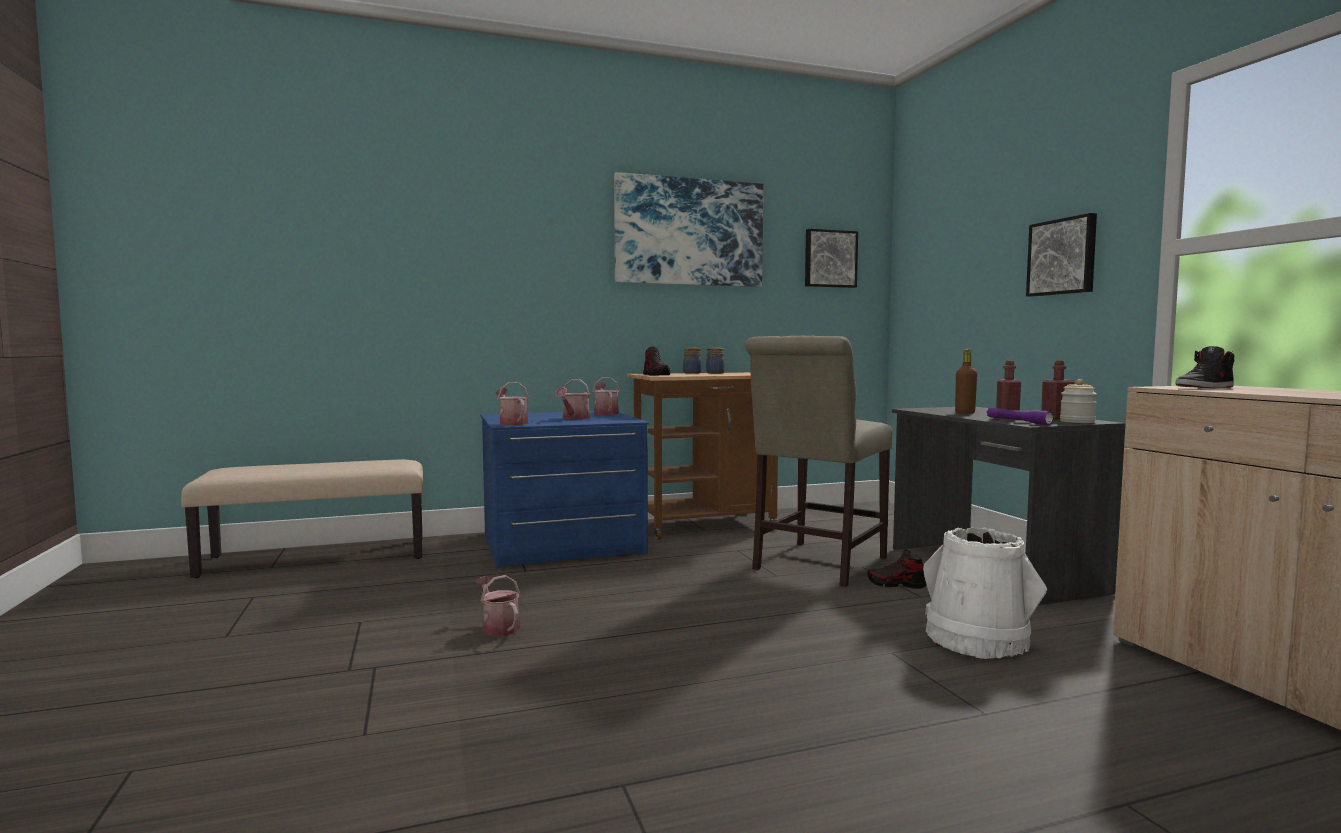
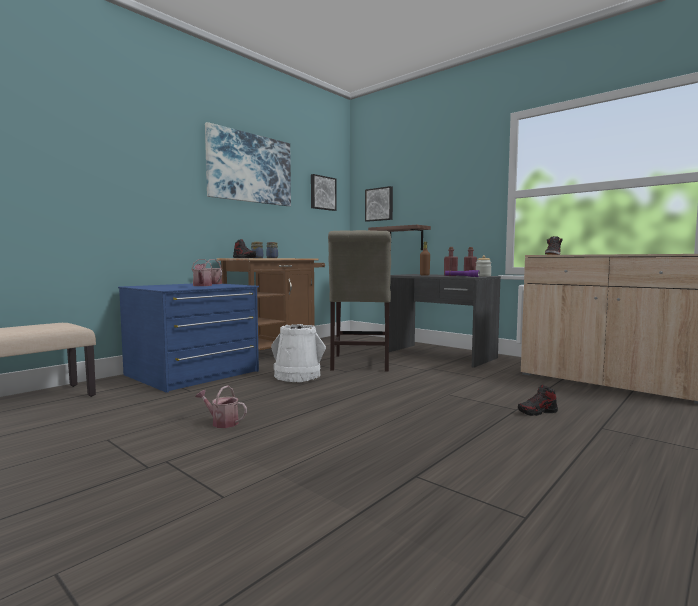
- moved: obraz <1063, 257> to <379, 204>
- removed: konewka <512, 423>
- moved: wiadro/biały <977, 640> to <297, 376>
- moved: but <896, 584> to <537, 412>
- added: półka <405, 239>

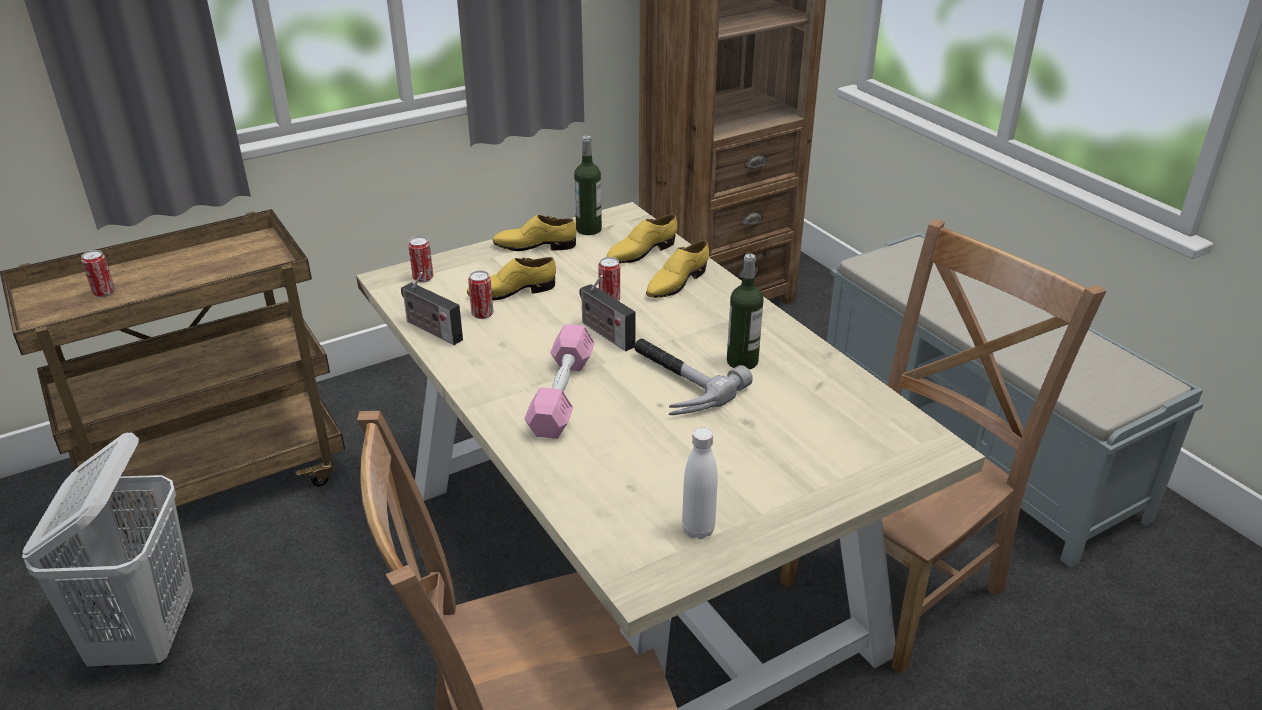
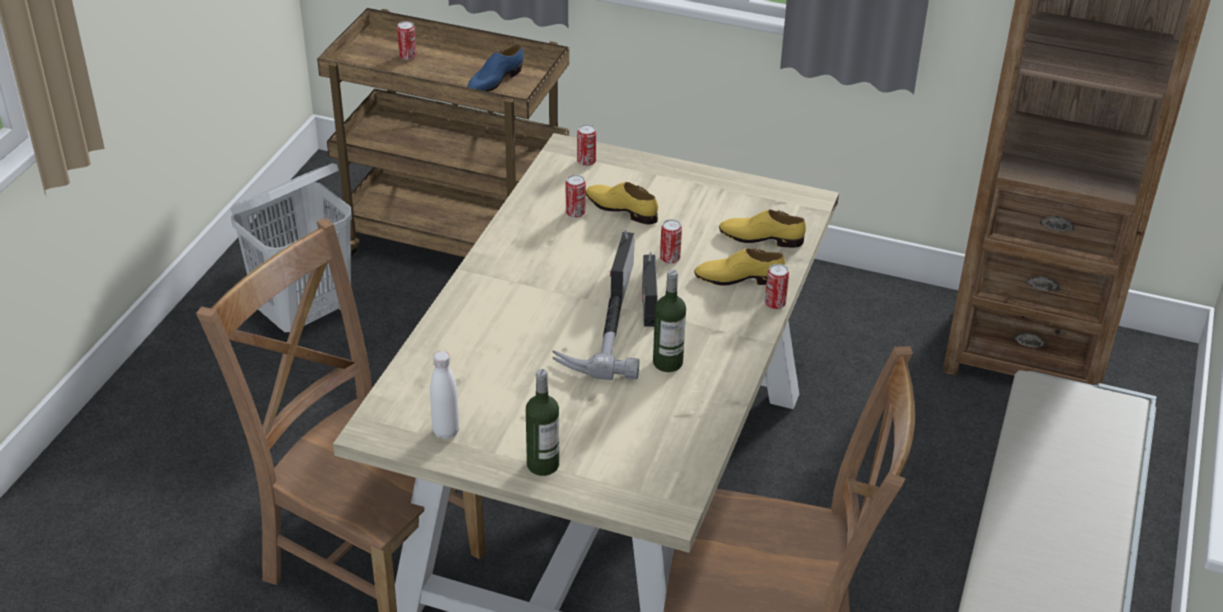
- moved: butelka <588, 229> to <543, 465>
- removed: but/żółty <535, 246>
- moved: radio <431, 330> to <647, 303>
- removed: hantel/różowy <561, 395>
- added: but/niebieski <494, 81>
- added: puszka <775, 304>

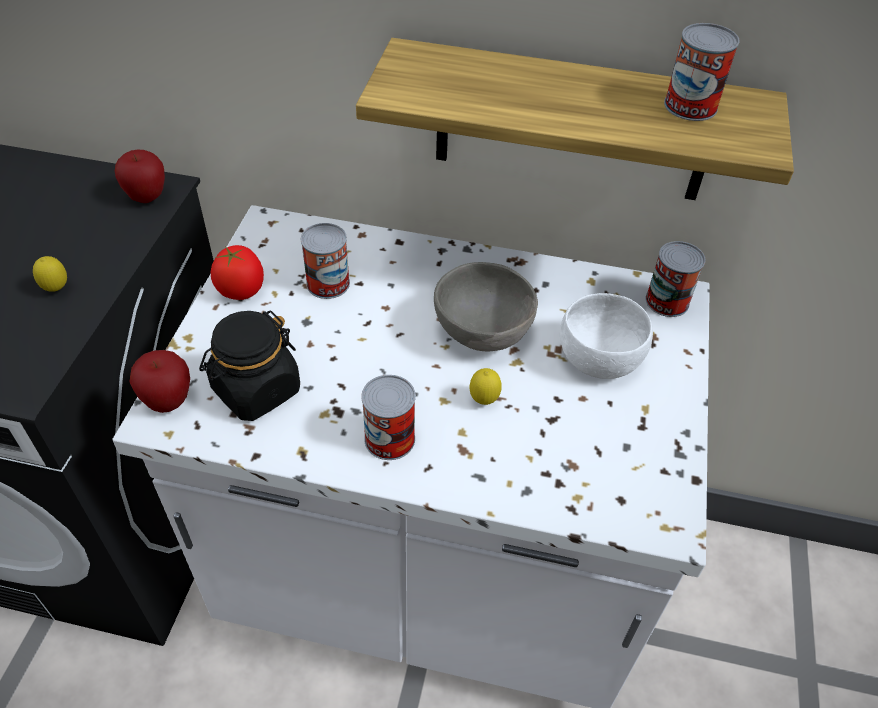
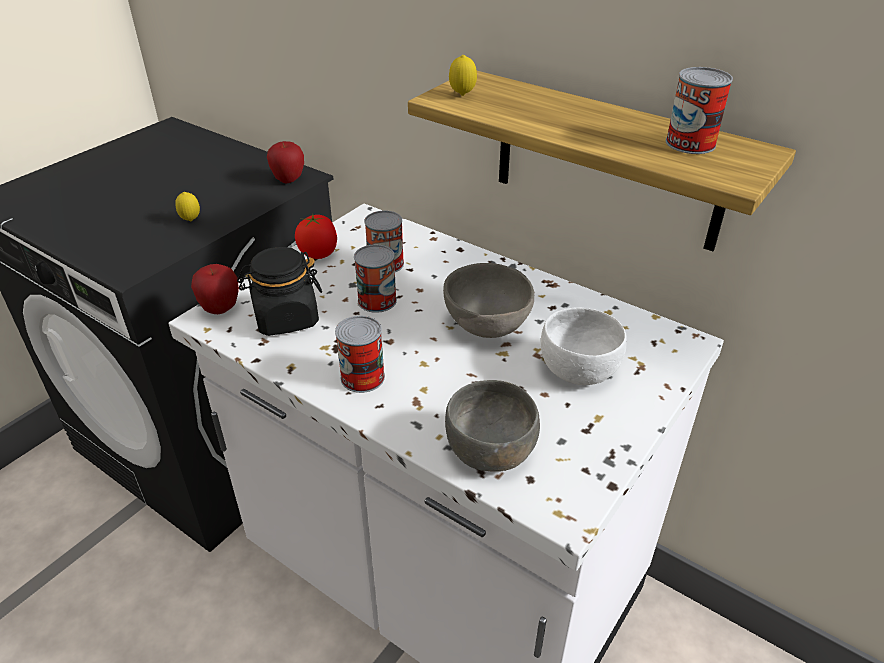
- moved: puszka <667, 301> to <377, 300>
- moved: cytryna <484, 401> to <462, 95>
- added: miska/szary <490, 451>

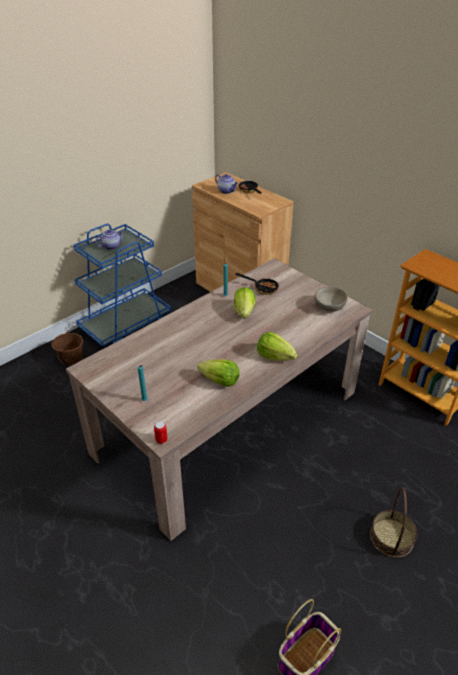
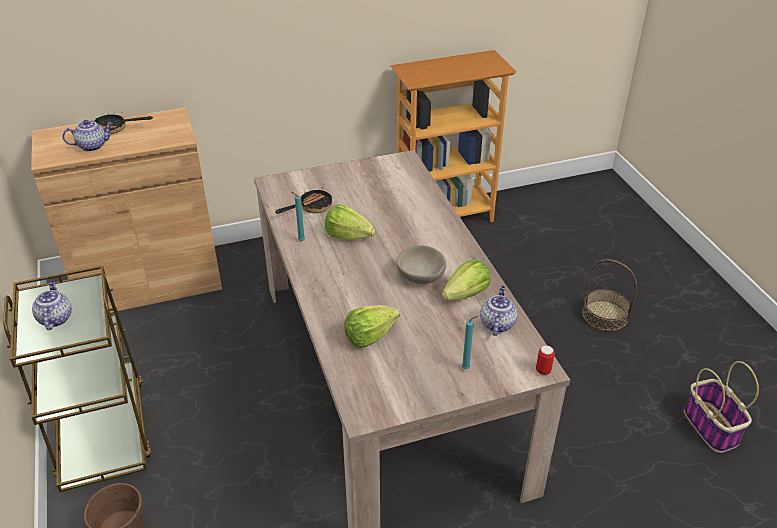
- recoloured: wózek/niebieski <126, 325> to wózek/brązowy <103, 431>
- moved: miska/beżowy <329, 307> to <420, 277>
- moved: sałata <275, 356> to <369, 336>
- added: imbryk <496, 323>

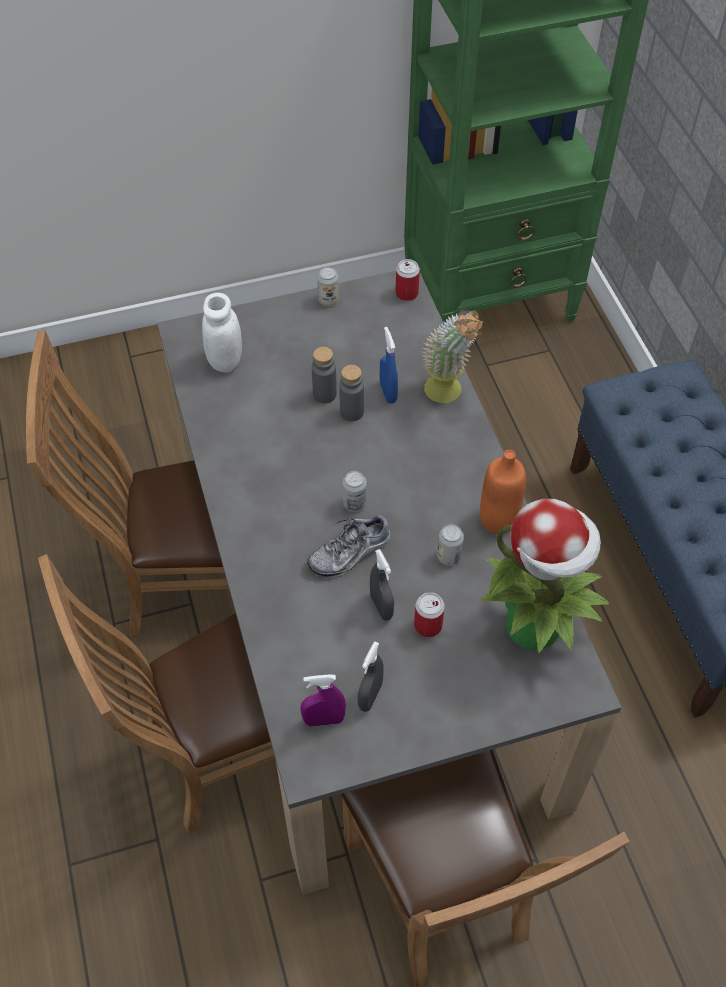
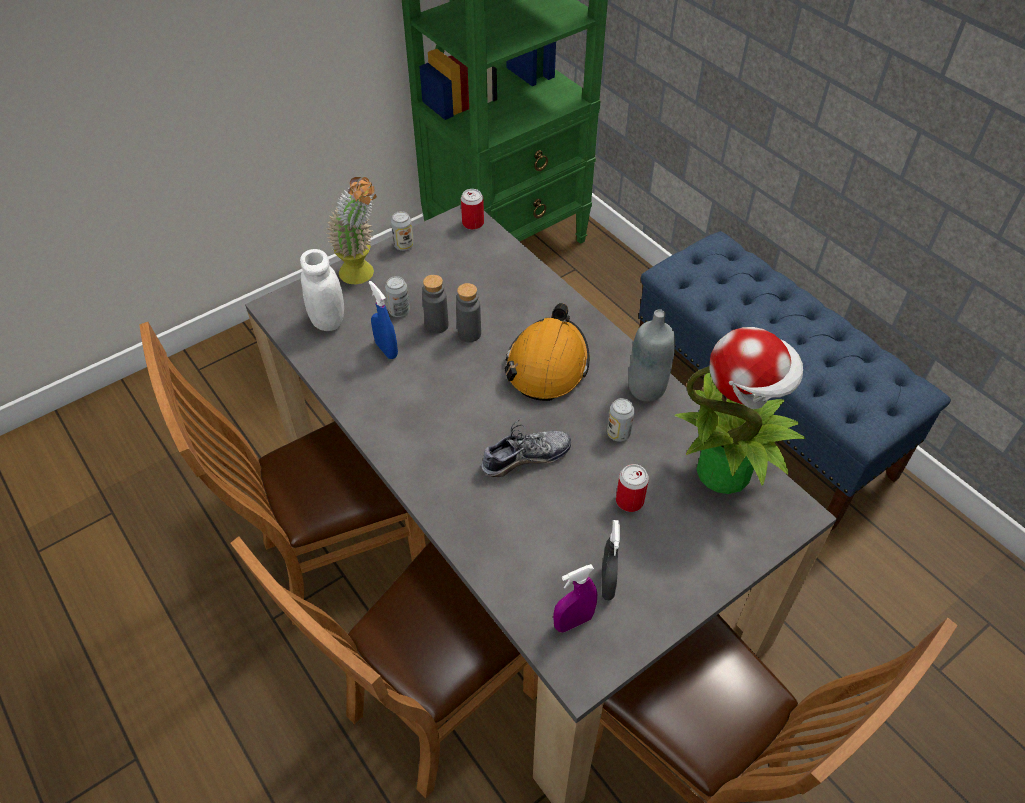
- moved: roślina doniczkowa <448, 395> to <363, 276>
- moved: spryskiwacz/niebieski <388, 392> to <386, 350>
- recoloured: butelka/pomarańczowy <498, 519> to butelka/szary <646, 388>
- moved: puszka <354, 503> to <399, 311>
- turned: but <350, 553> = <525, 457> 150 degrees counterclockwise
- removed: spryskiwacz/szary <381, 607>
- added: kask/pomarańczowy <547, 364>

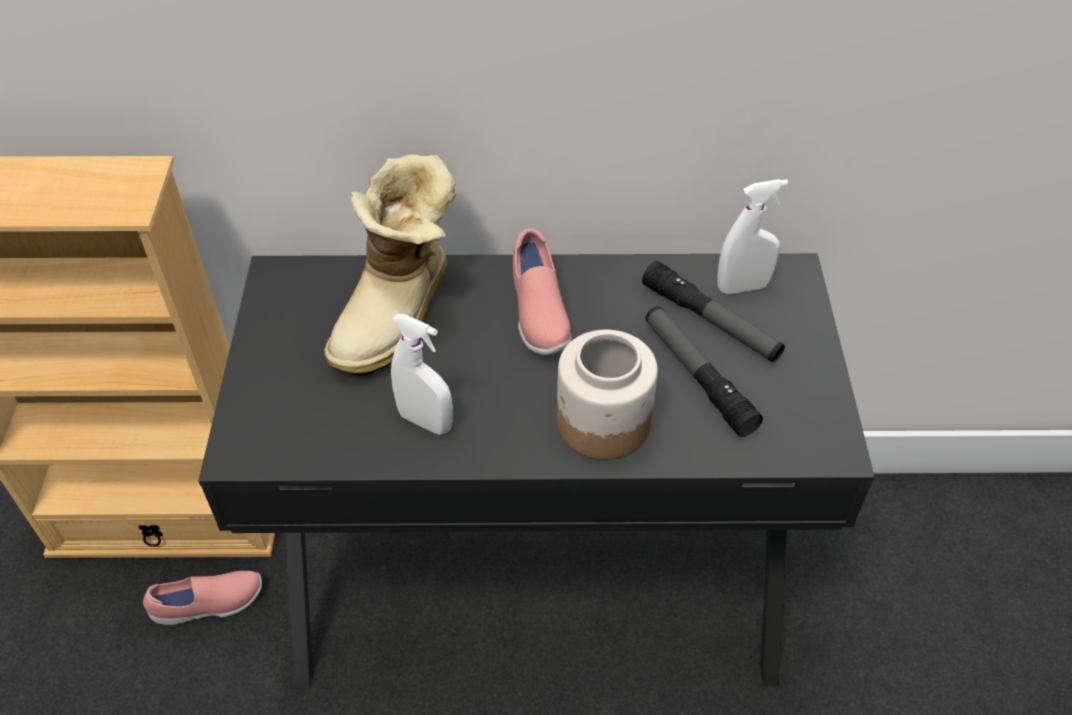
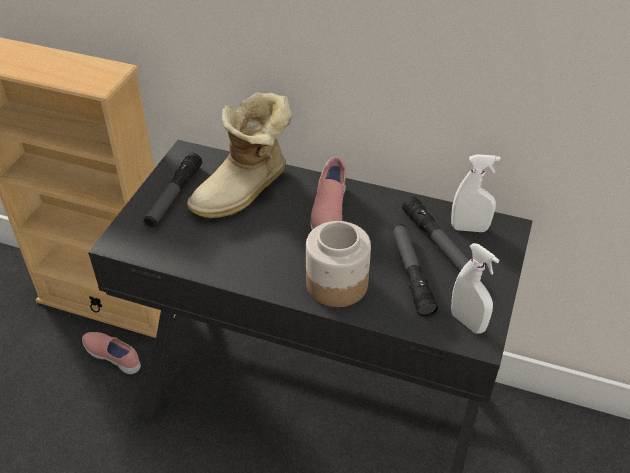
- moved: spryskiwacz/biały <425, 421> to <467, 322>
- turned: but/różowy <209, 605> = <113, 356> 150 degrees counterclockwise
- added: latarka <173, 196>

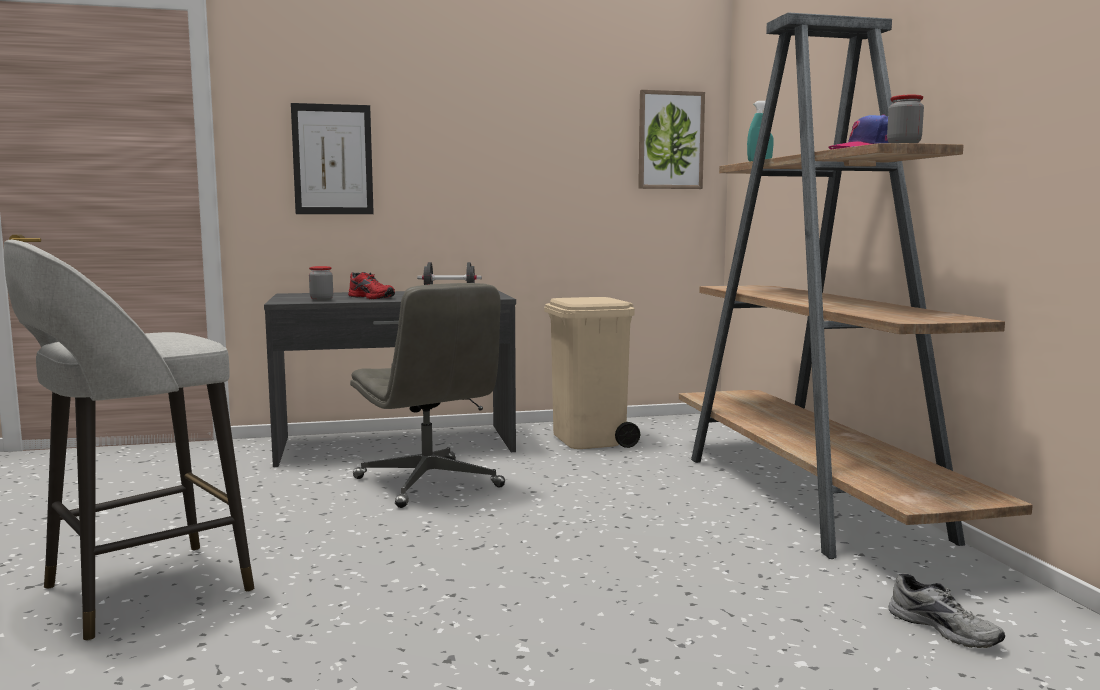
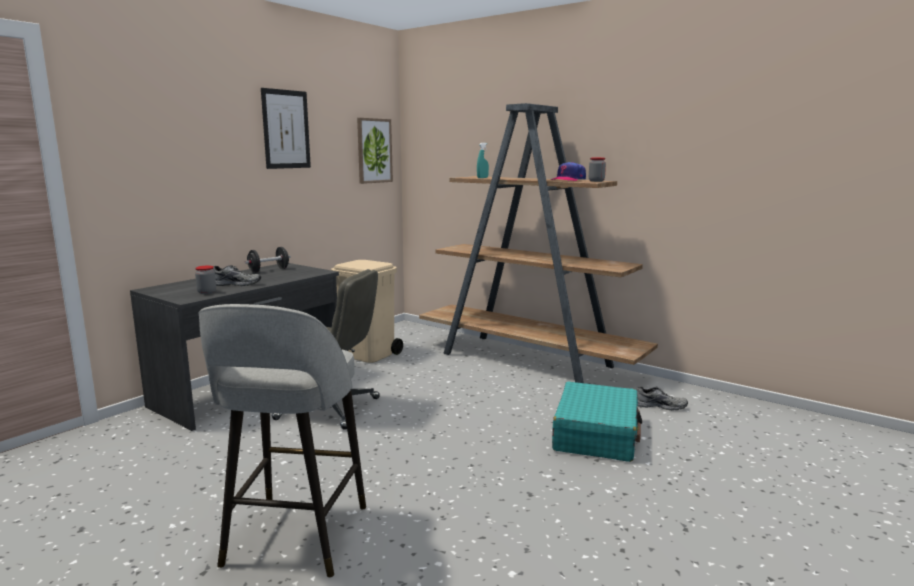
- moved: obraz <333, 159> to <286, 129>
- recoloured: but/czerwony <373, 297> to but/szary <236, 284>
- added: walizka/turkusowy <596, 435>

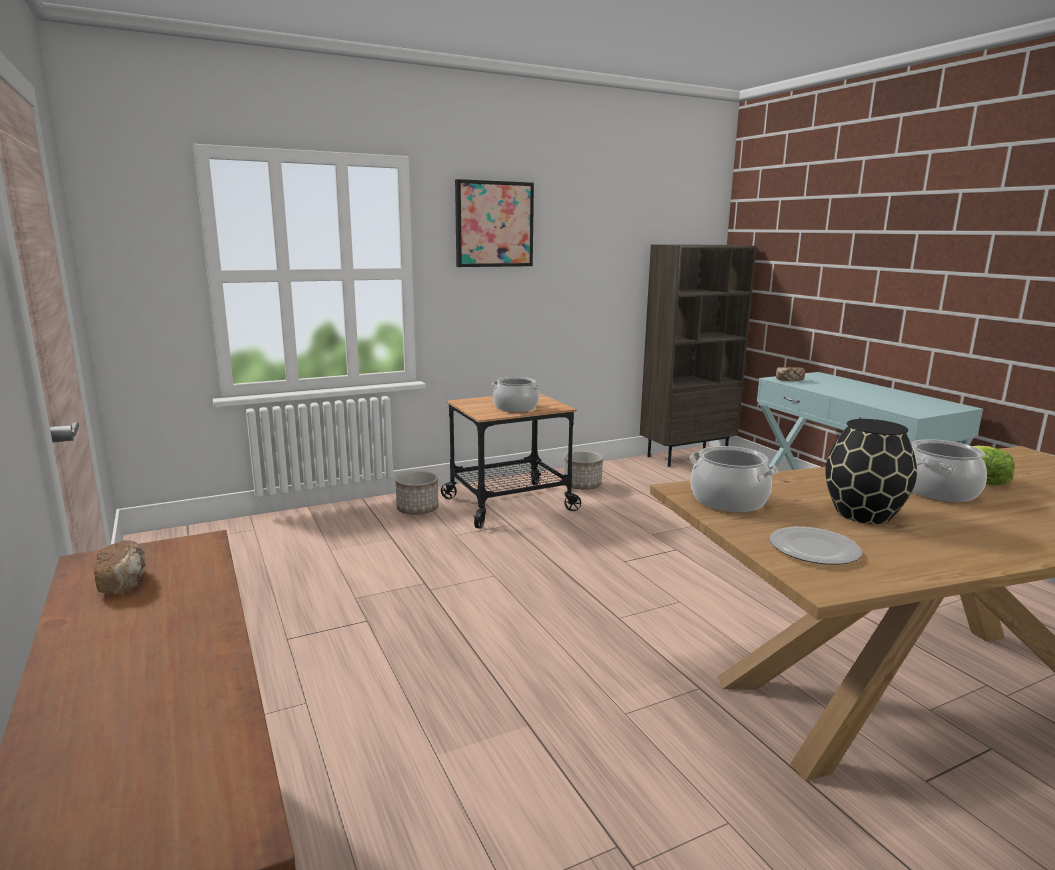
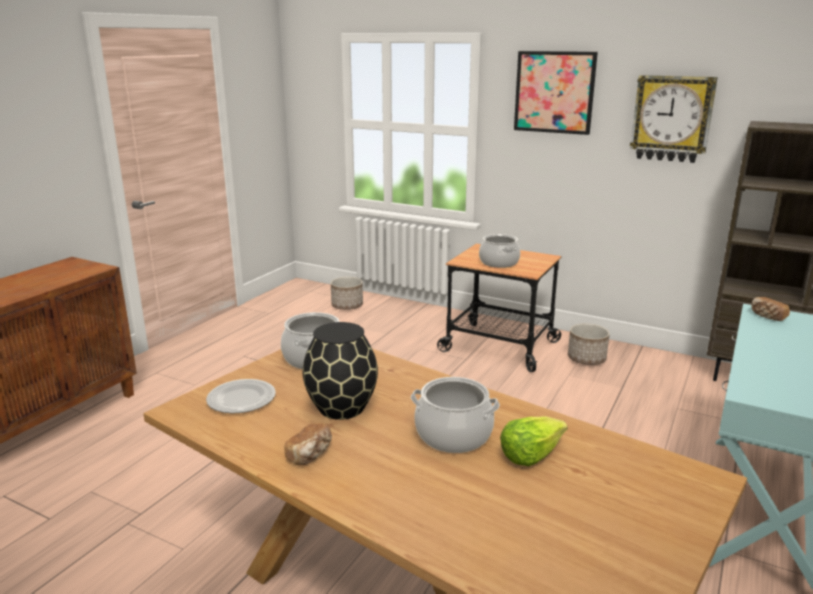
- moved: donica <418, 509> to <347, 306>
- moved: chleb <124, 582> to <310, 454>
- added: zegar ścienny <671, 118>

